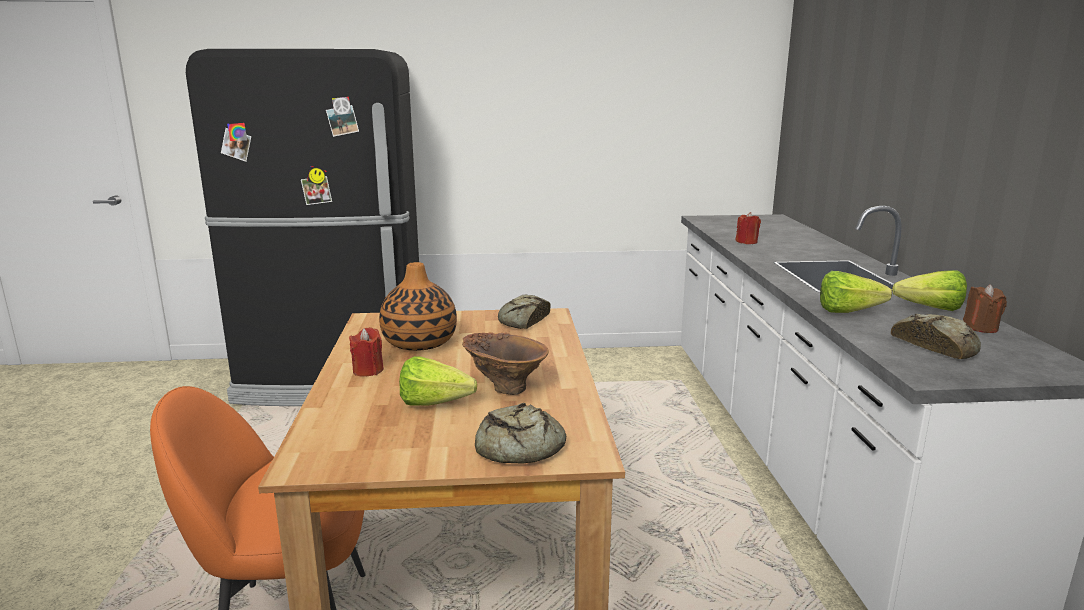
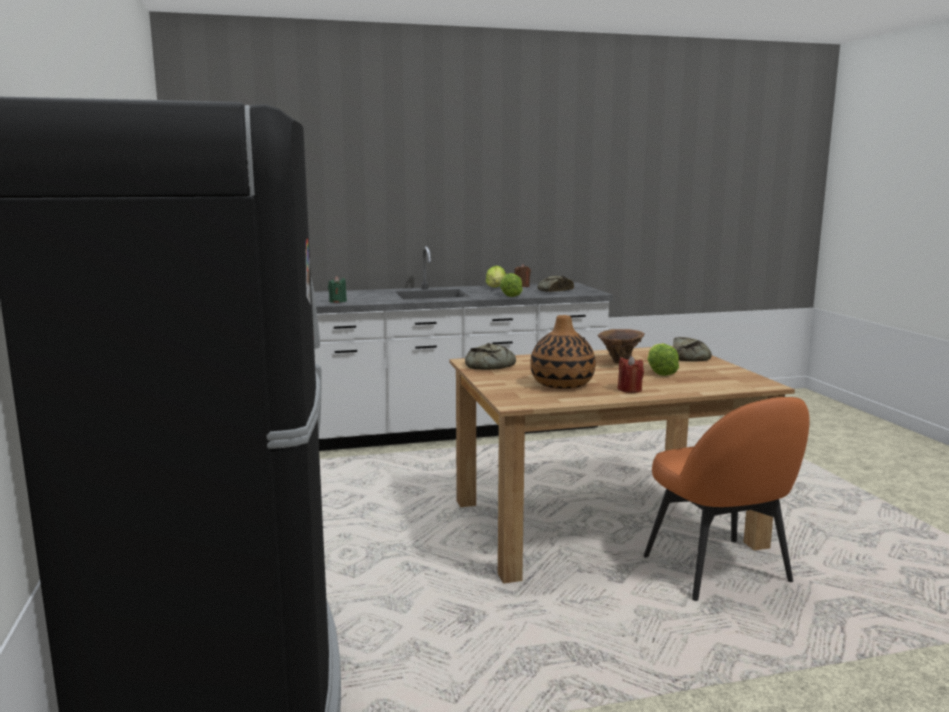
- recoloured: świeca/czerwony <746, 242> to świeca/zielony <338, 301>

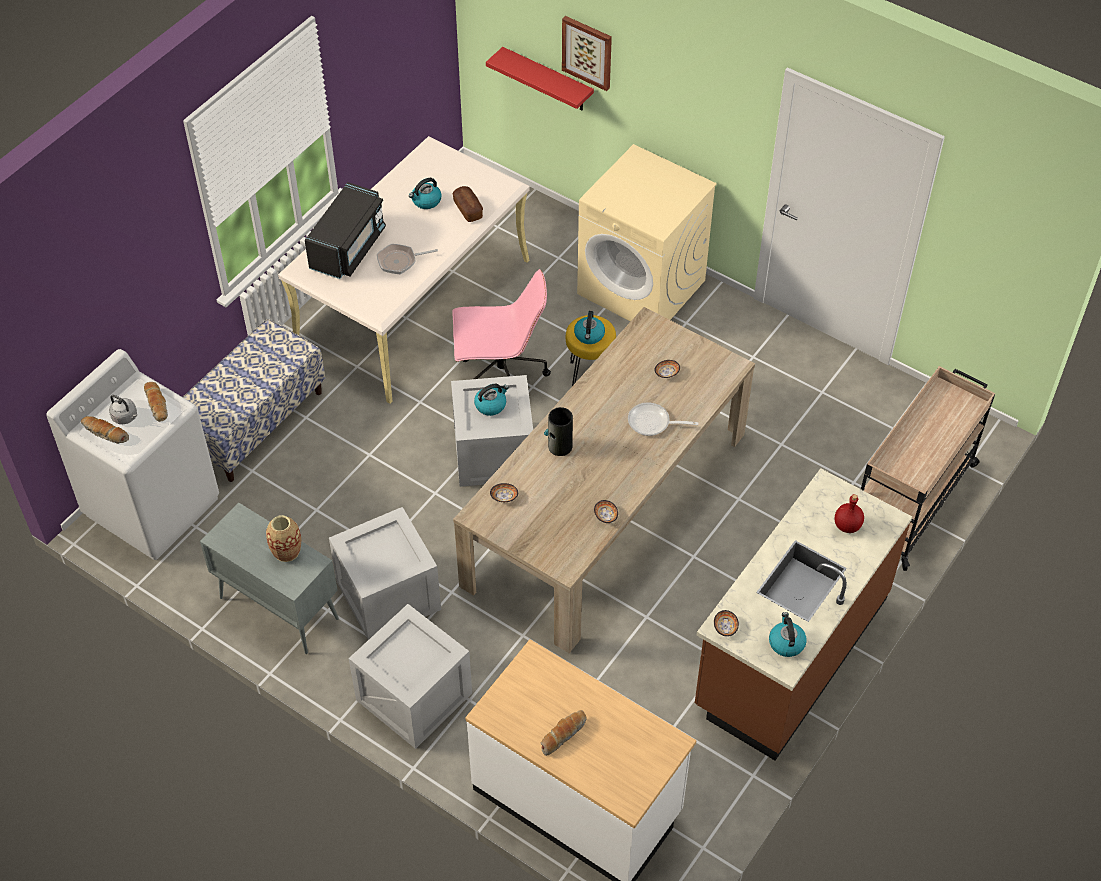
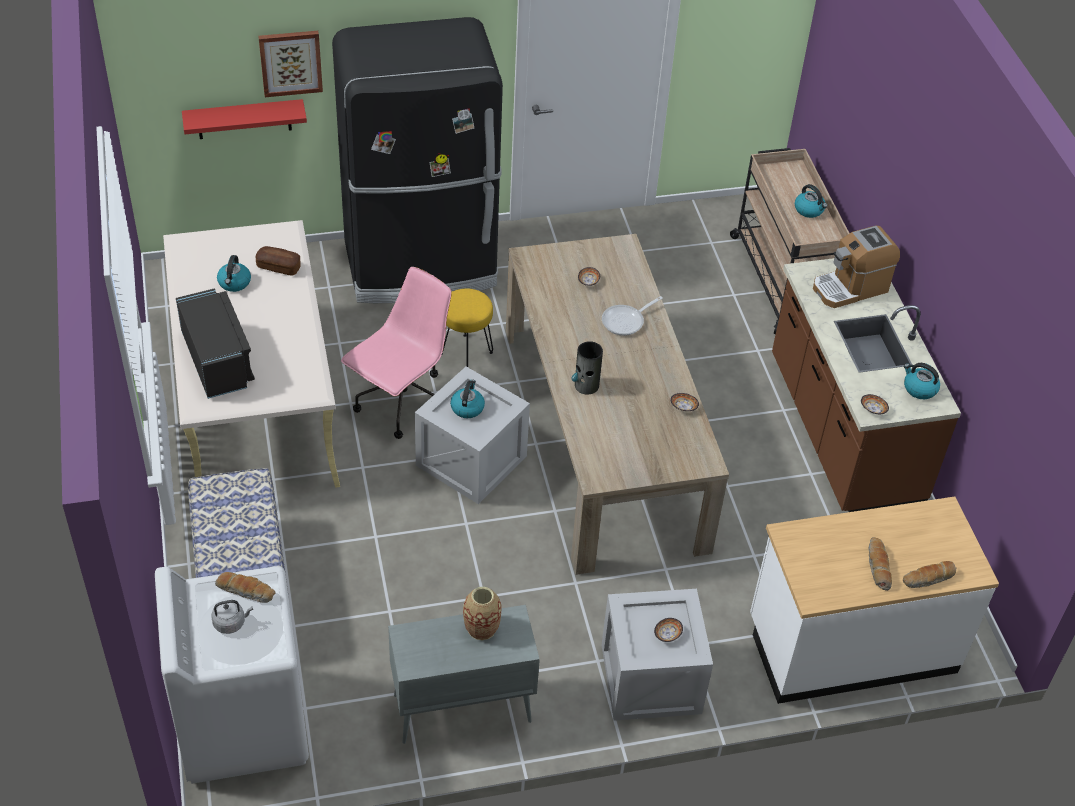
- replaced: pralka/beżowy <642, 287> to lodówka/czarny <421, 265>
- removed: patelnia <400, 261>
- moved: czajnik <589, 335> to <809, 210>
- moved: chleb <105, 433> to <928, 579>
- moved: miska <503, 496> to <666, 634>
- replaced: butelka/czerwony <847, 526> to ekspres do kawy <850, 287>
- removed: skrzynka <388, 595>

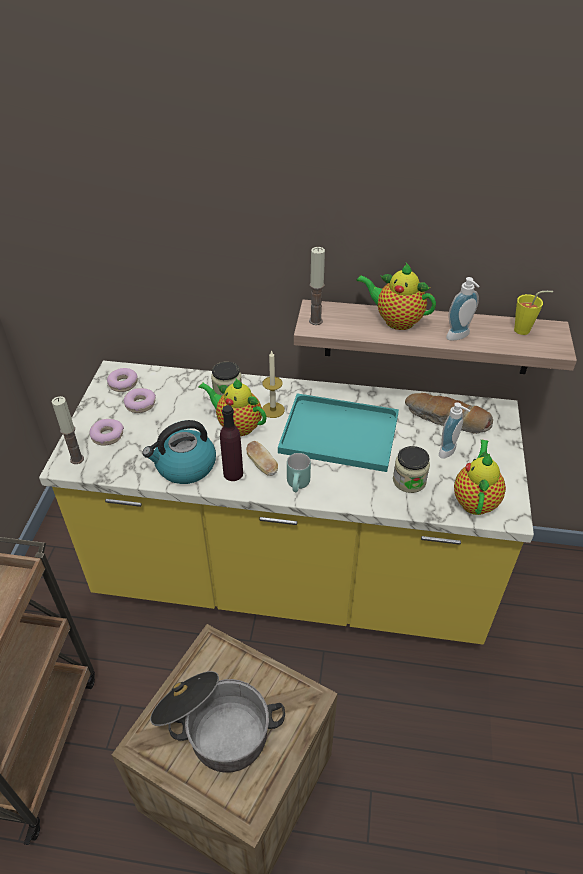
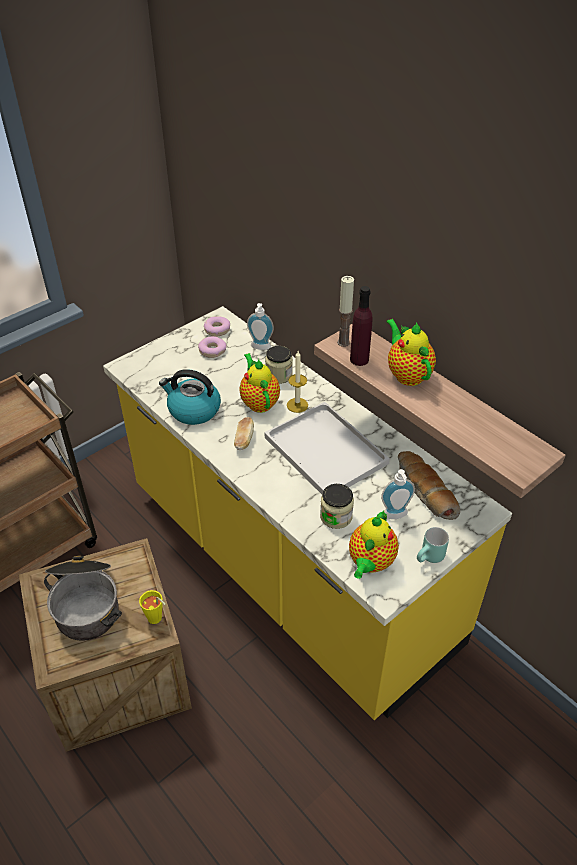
- moved: dozownik mydła <459, 337> to <260, 348>
- moved: filiżanka/żółty <525, 330> to <156, 620>
- recoloured: taca/turkusowy <337, 434> to taca/biały <323, 450>
- removed: świeca <77, 459>
- moved: butelka/fioletowy <233, 473> to <359, 359>
- removed: donut <107, 436>
- turned: imbryk <475, 500> = <370, 563> 150 degrees clockwise
- moved: kubek/turkusowy <299, 486> to <430, 559>

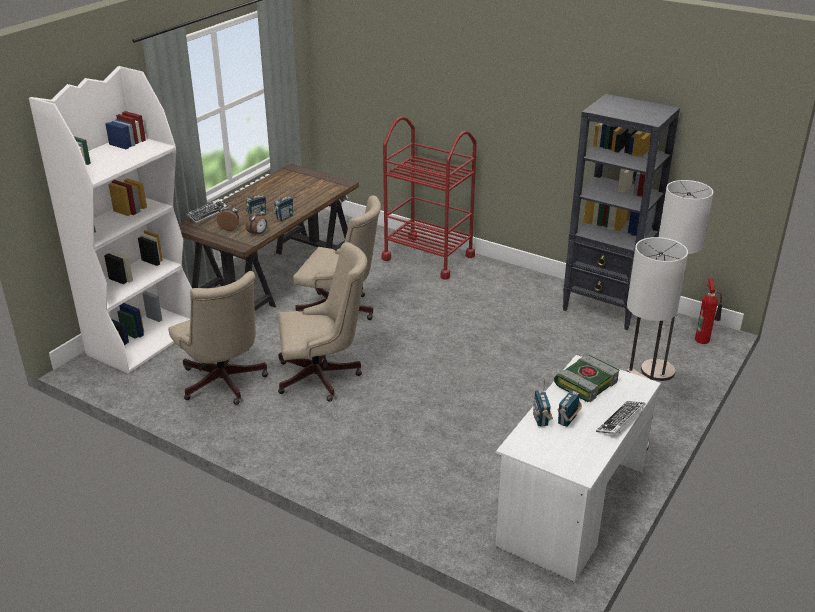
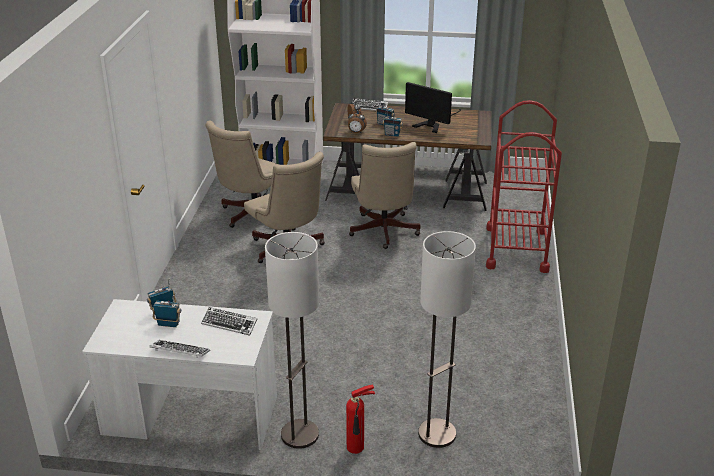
- removed: regał/czarny <605, 308>
- moved: gaśnica <703, 339> to <357, 448>
- replaced: książka <586, 383> to klawiatura <229, 324>
- added: monitor <433, 123>

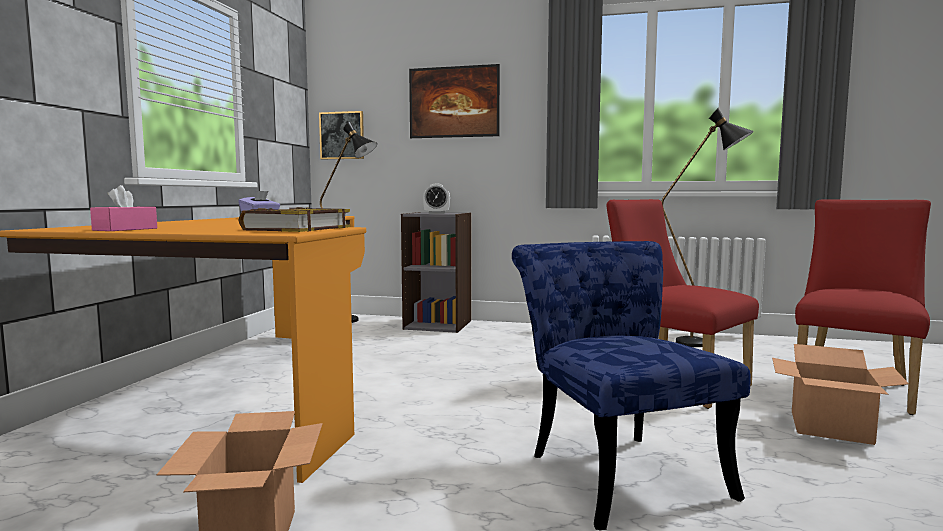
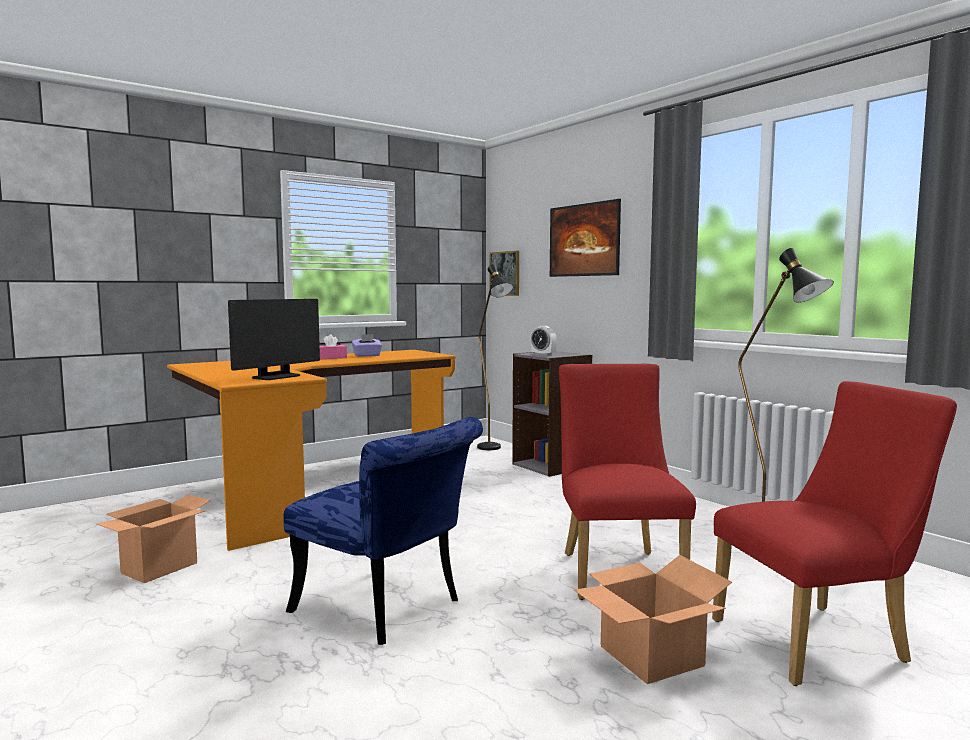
- moved: pudełko chusteczek/różowy <125, 229> to <331, 358>
- replaced: książka <297, 228> to monitor <276, 377>
- turned: krzesło/niebieski <616, 469> = <387, 609> 105 degrees clockwise

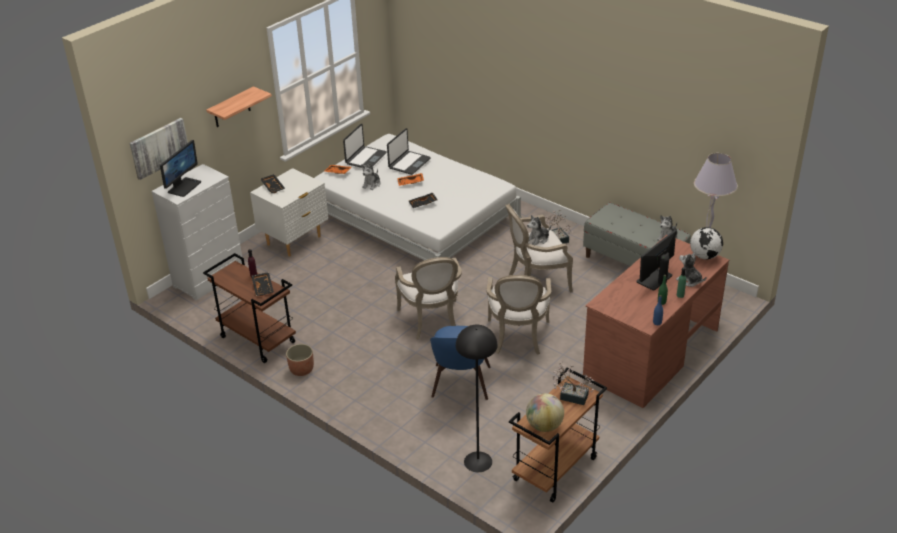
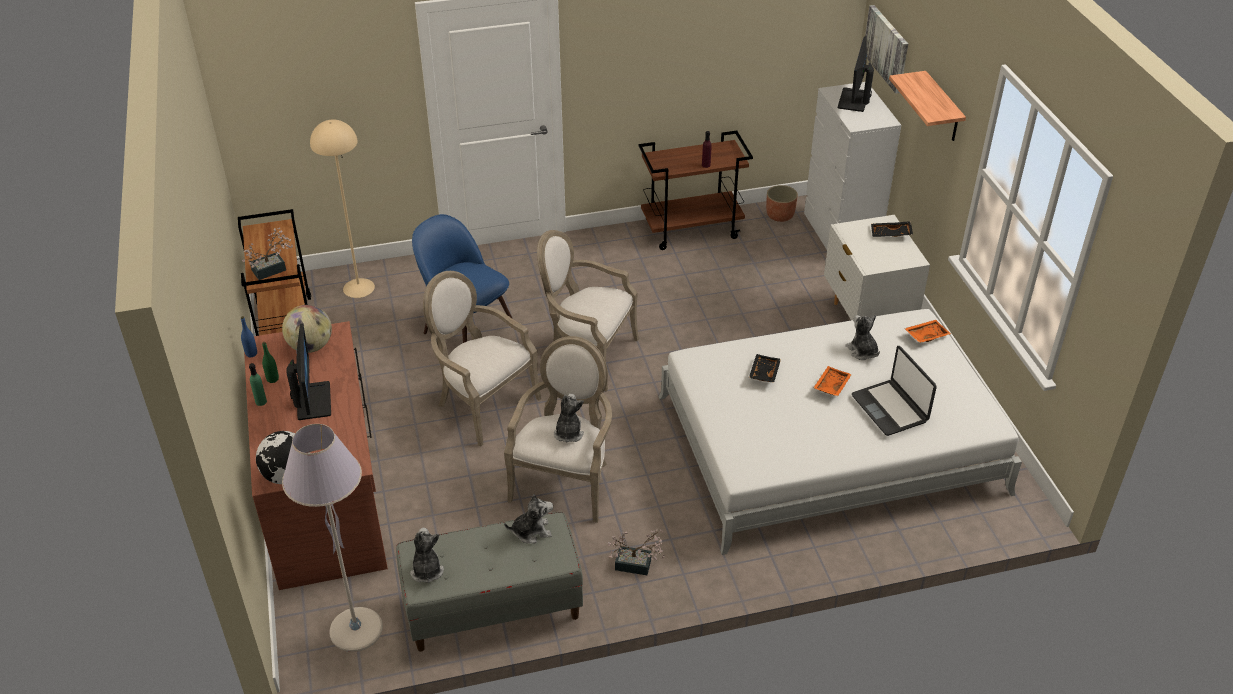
- removed: laptop <365, 158>
- turned: monitor <184, 187> = <854, 100> 45 degrees clockwise
- moved: pluszak <689, 280> to <531, 531>
- removed: taca/czarny <263, 287>
- recoloured: lampa stojąca/czarny <477, 461> to lampa stojąca/beżowy <359, 287>
- moved: donica <302, 369> to <780, 215>
- moved: globus <544, 426> to <311, 346>

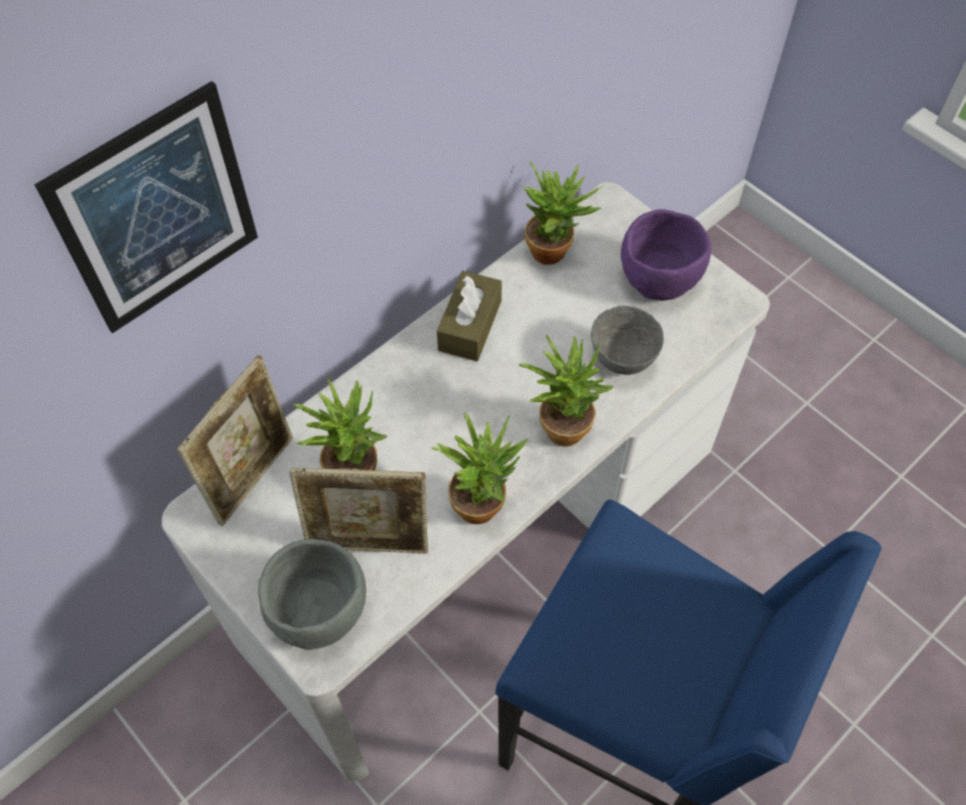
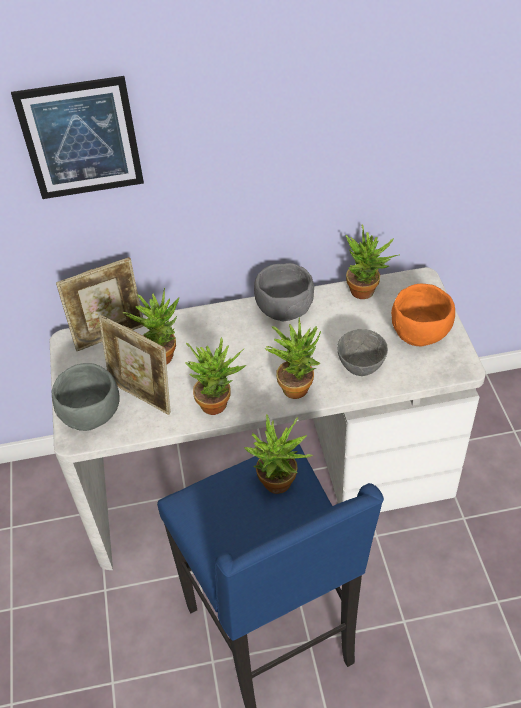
- recoloured: miska/fioletowy <659, 278> to miska/pomarańczowy <421, 333>
- replaced: pudełko chusteczek/brązowy <470, 325> to miska/szary <284, 311>
- added: roślina doniczkowa <279, 487>

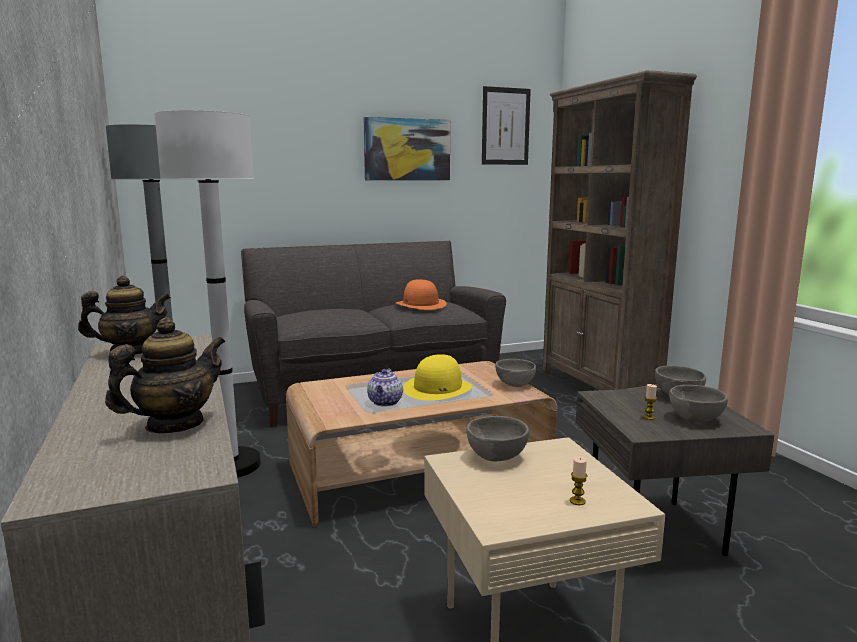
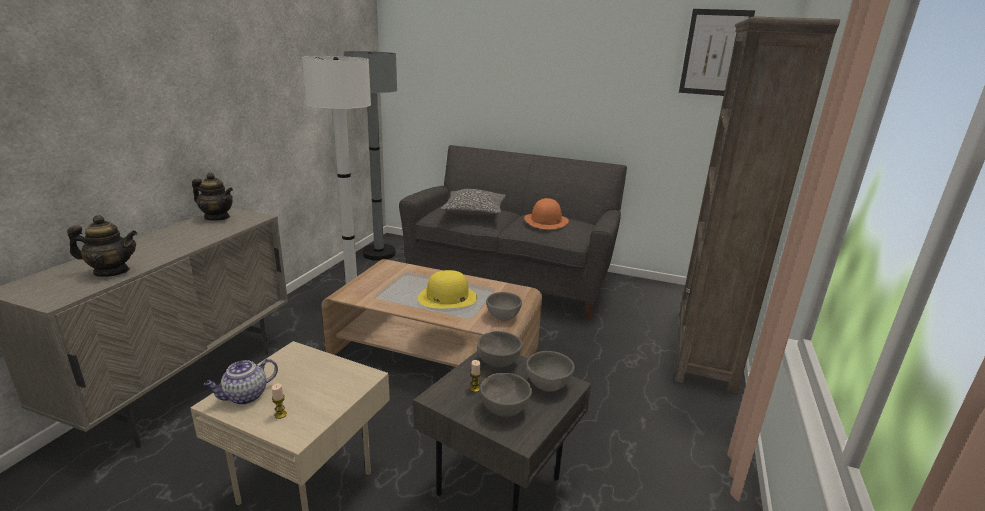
- removed: obraz <407, 149>
- moved: imbryk <385, 402> to <245, 396>
- moved: miska/szary <495, 457> to <498, 362>
- added: poduszka <474, 211>

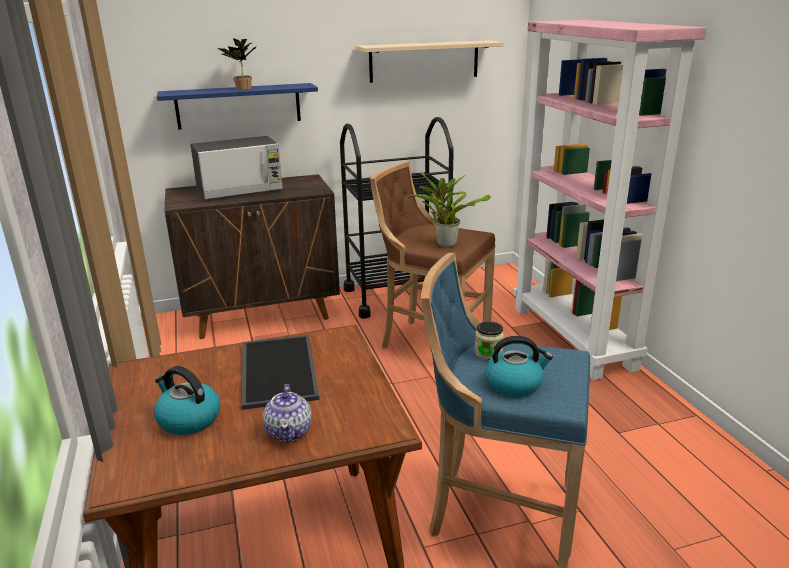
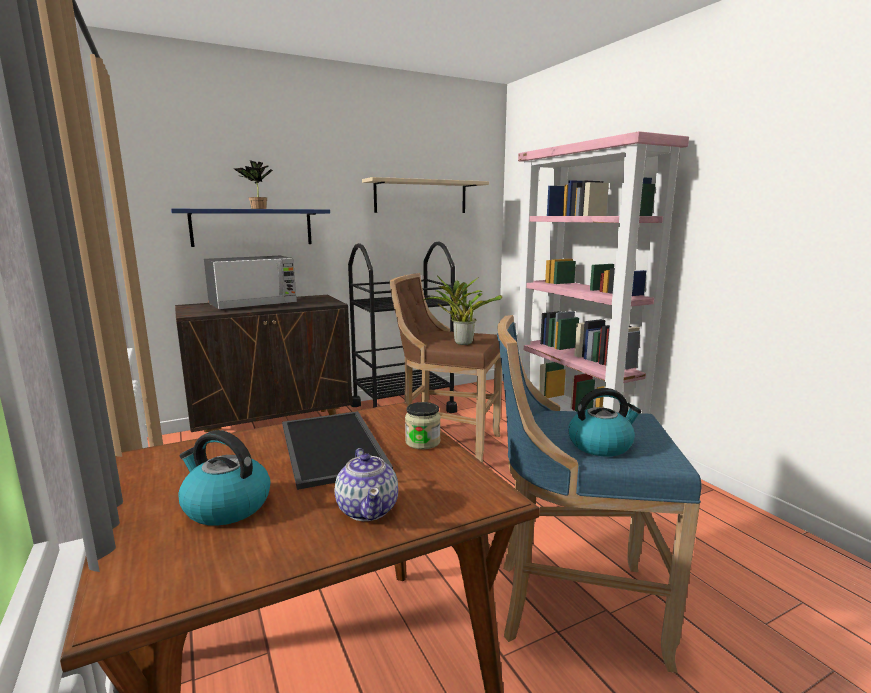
- moved: słoik <488, 353> to <423, 442>

